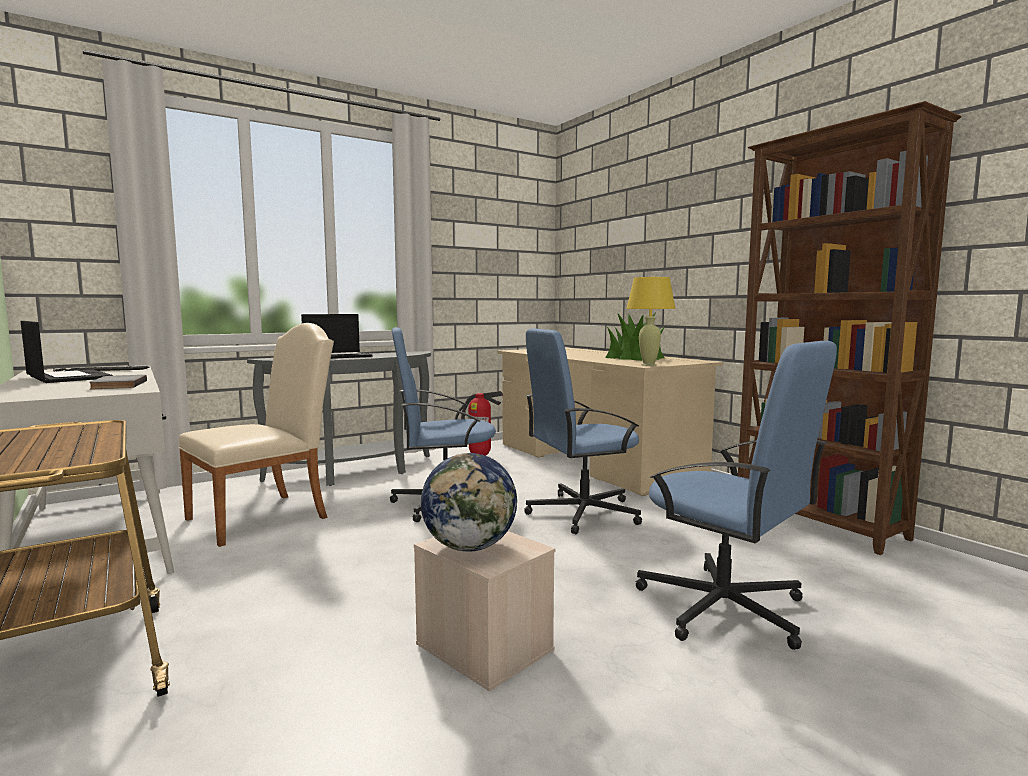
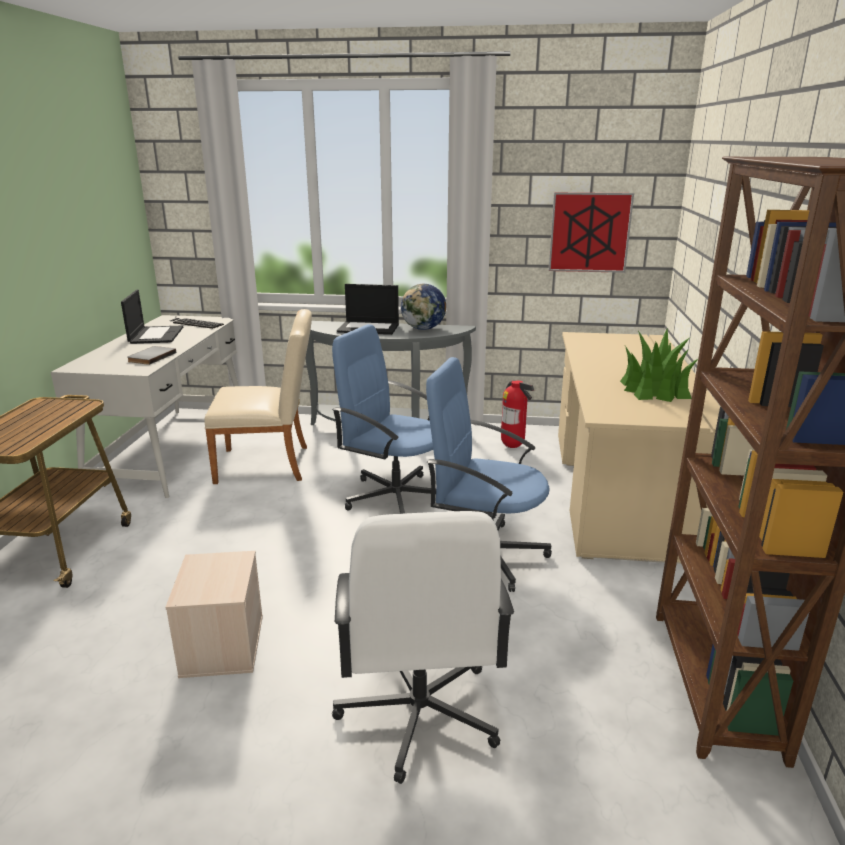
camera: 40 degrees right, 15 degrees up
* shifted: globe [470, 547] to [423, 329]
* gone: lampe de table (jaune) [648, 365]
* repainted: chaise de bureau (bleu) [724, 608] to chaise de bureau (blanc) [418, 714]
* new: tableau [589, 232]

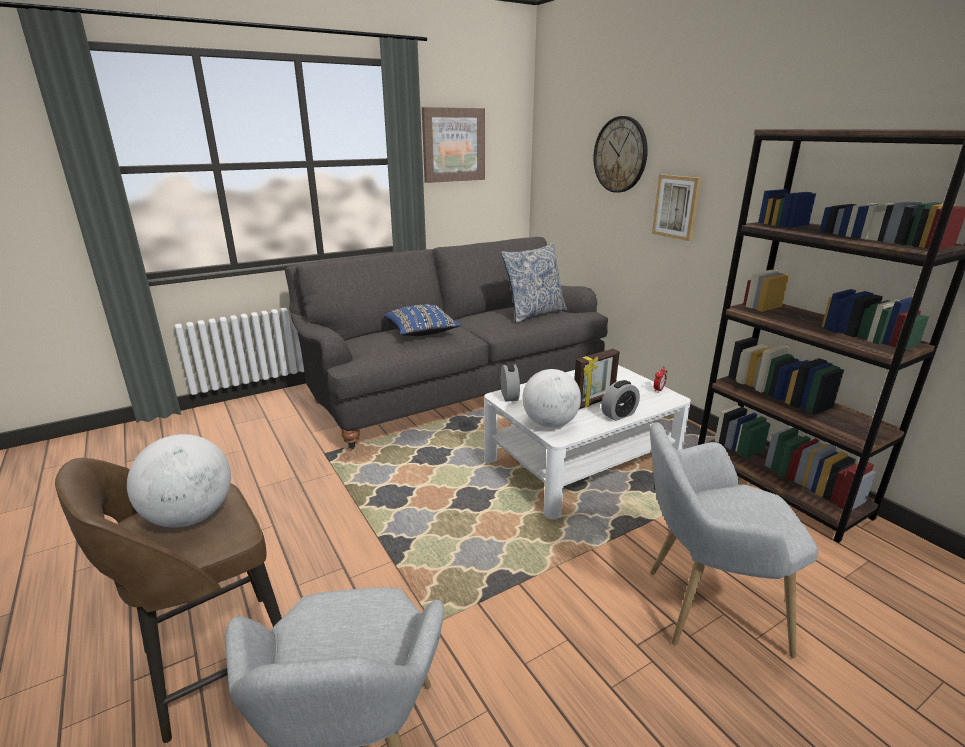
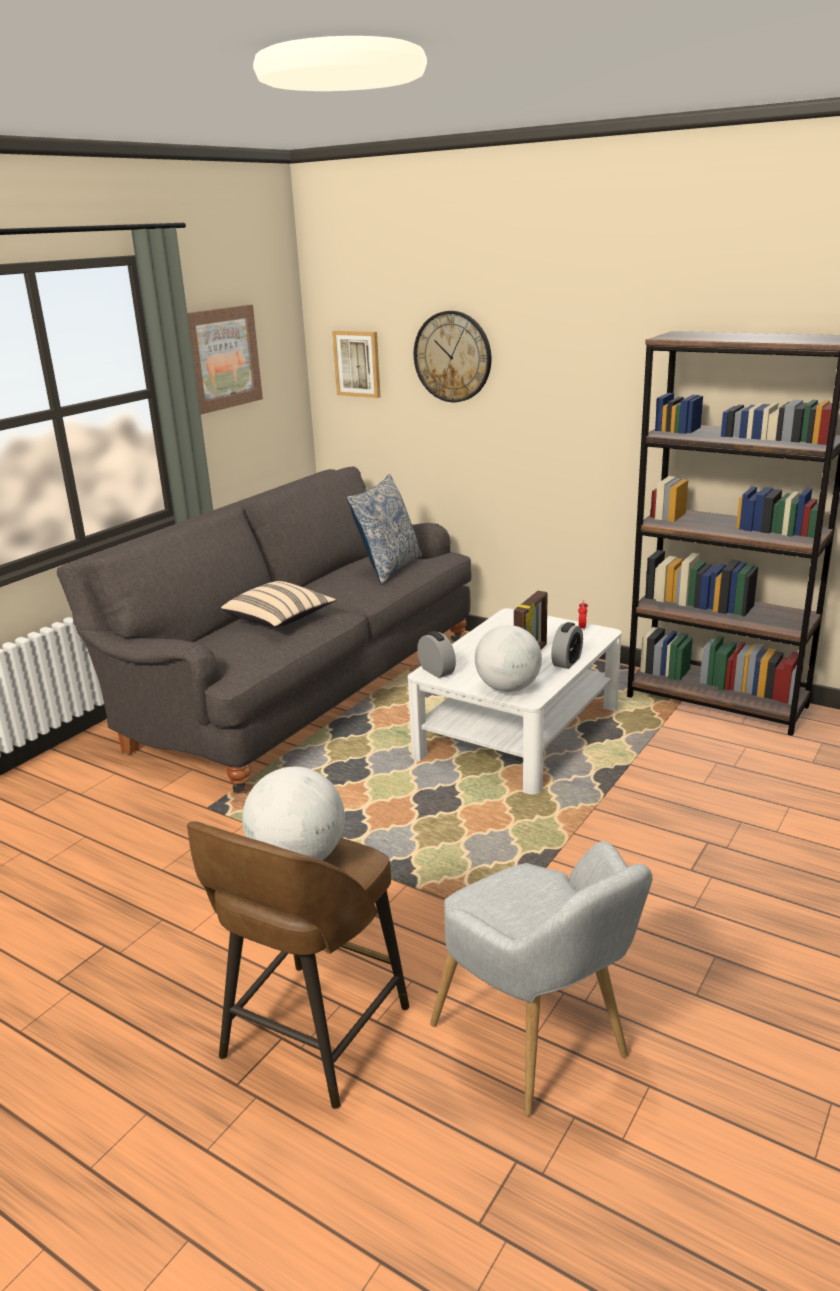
camera: 25 degrees left, 0 degrees up
* repainted: coussin (bleu) [422, 332] to coussin (beige) [280, 620]
* gone: fauteuil (gris) [704, 607]
* shifted: tableau [676, 207] to [357, 363]

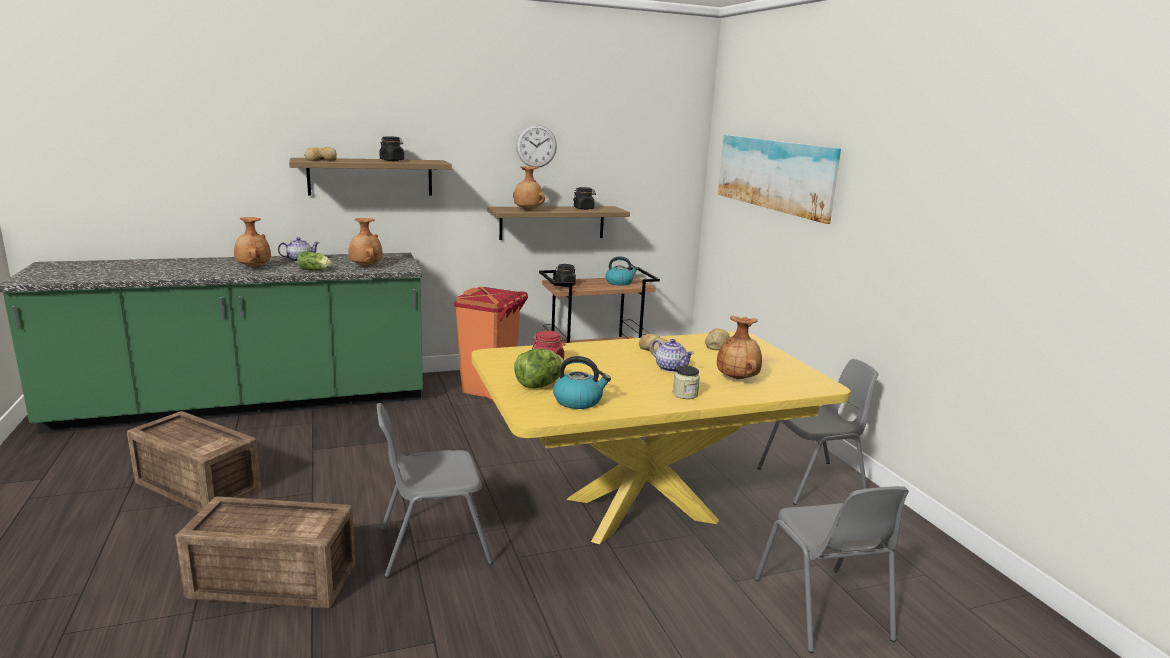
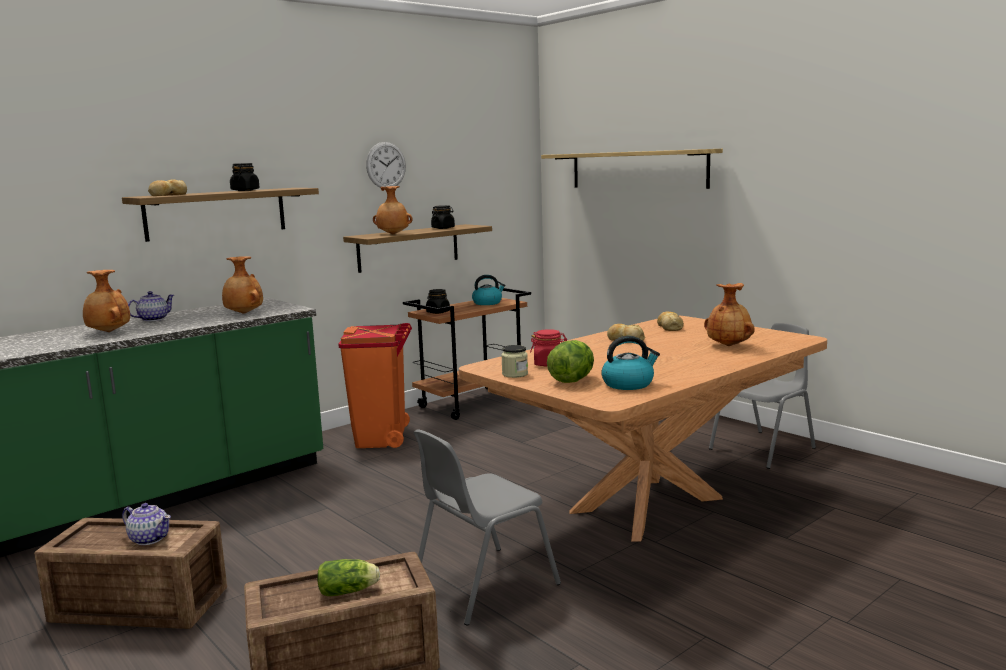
camera: 20 degrees left, 5 degrees down
* shifted: laitue [315, 270] to [350, 591]
* repainted: table à manger (jaune) [642, 510] to table à manger (marron) [648, 505]
* shifted: théière [670, 368] to [149, 538]
* shifted: bocal [685, 394] to [515, 374]
* swapped: tableau [775, 174] to étagère [637, 169]
* gone: chaise (gris) [823, 610]

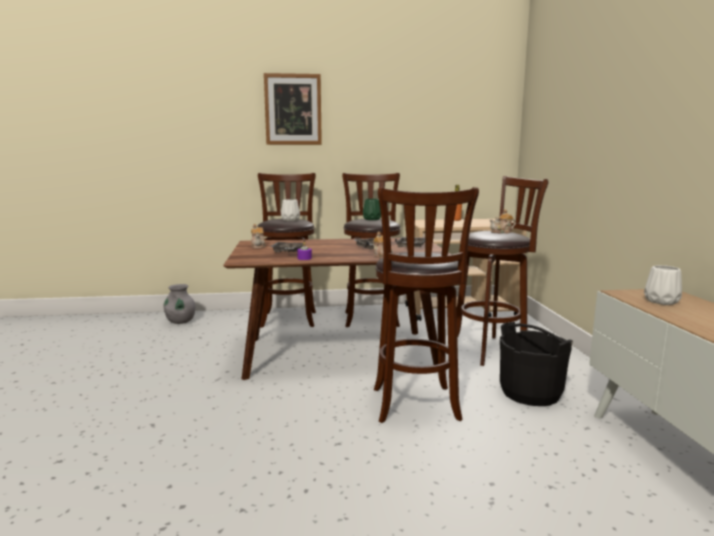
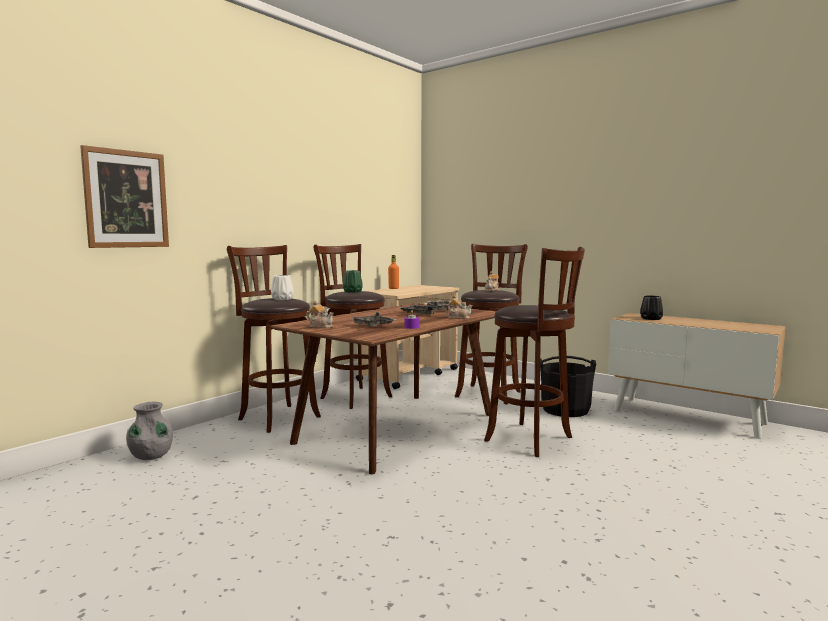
camera: 45 degrees left, 5 degrees down
* shifted: tableau [293, 109] to [126, 199]
* repainted: vase (blanc) [662, 301] to vase (noir) [651, 318]

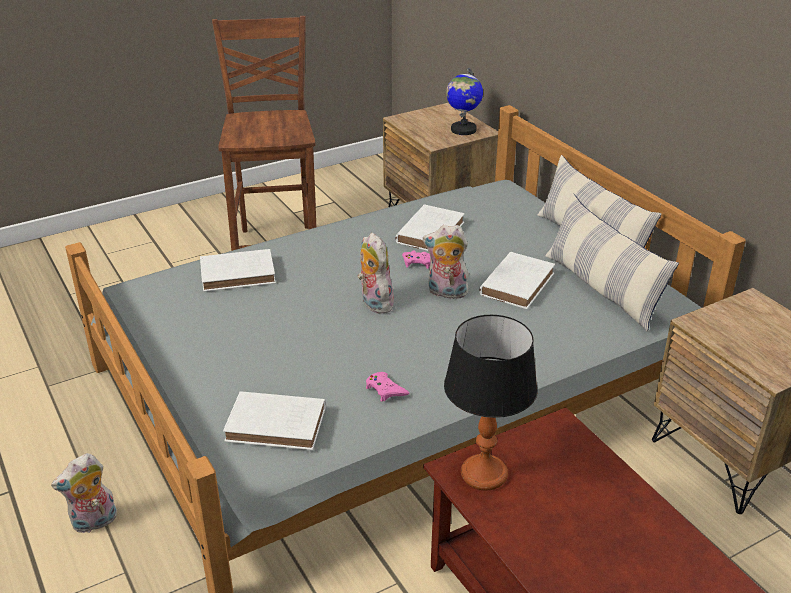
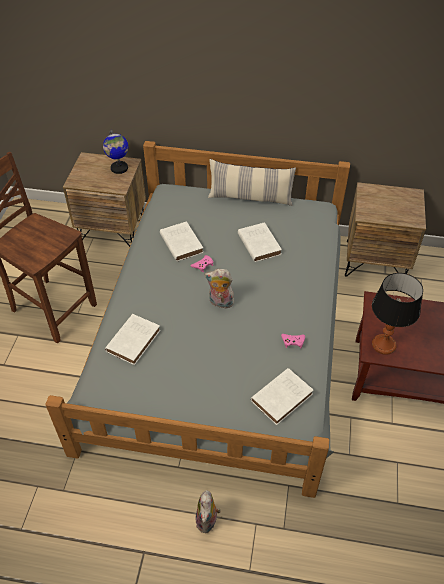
camera: 50 degrees left, 15 degrees up
* gone: peluche [446, 293]
* gone: coussin [601, 289]

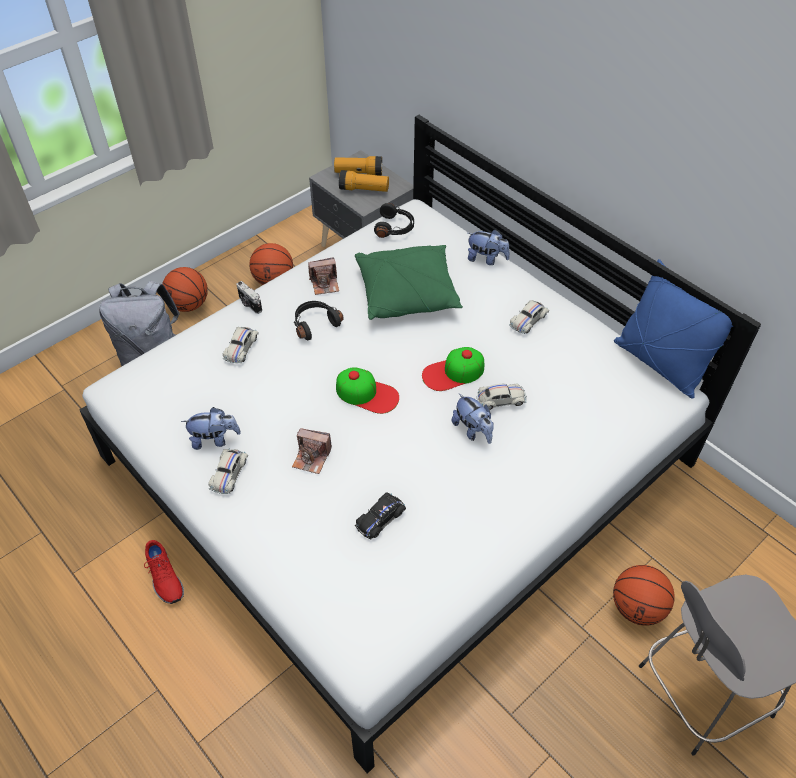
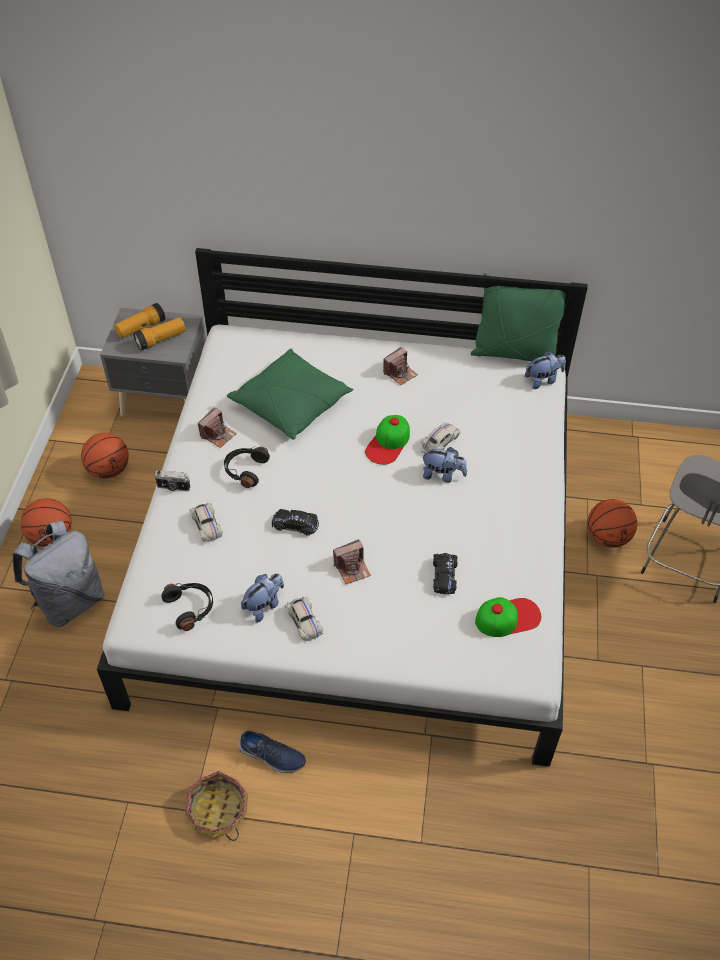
camera: 40 degrees left, 0 degrees up
* repainted: chaussure (rouge) [164, 577] to chaussure (bleu) [272, 756]
* shifted: casquette [367, 393] to [508, 617]
* shifted: casque audio (noir) [395, 228] to [191, 608]
* shifted: peluche [486, 259] to [543, 380]
* swapped: petite voiture (blanc) [528, 320] to appareil photo [400, 373]
* repainted: coussin (bleu) [659, 364] to coussin (vert) [514, 353]
* new: panier [218, 811]
* new: petite voiture (noir) [295, 525]

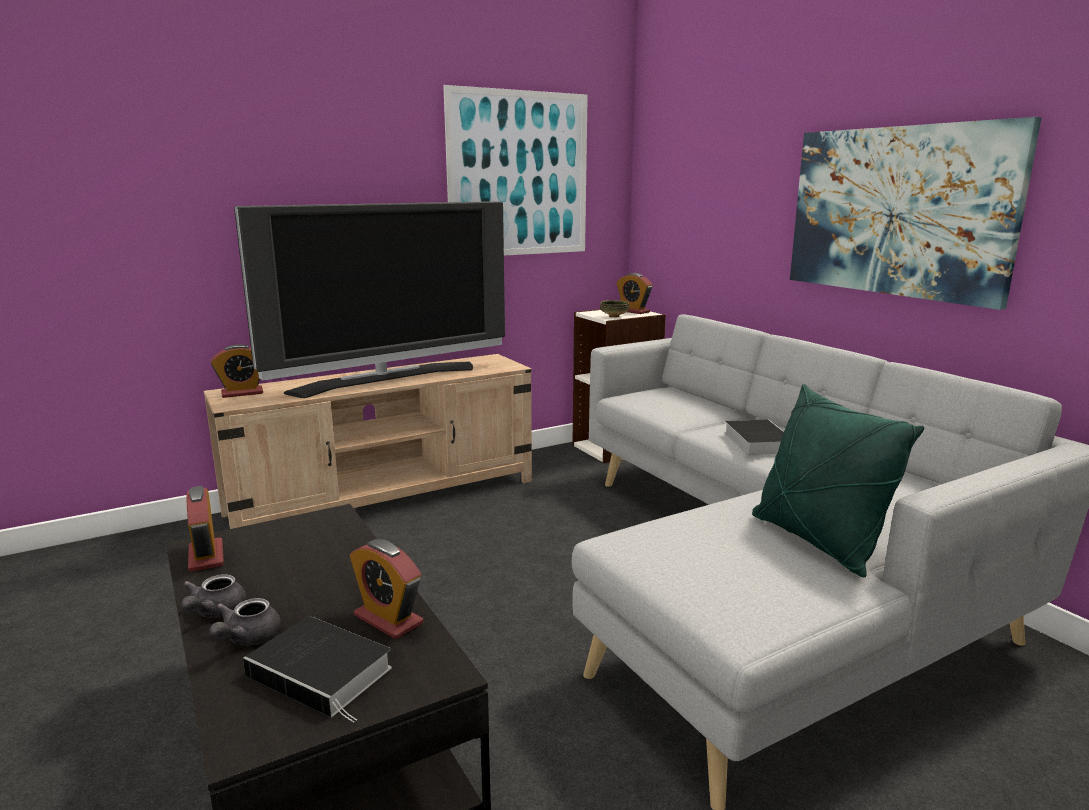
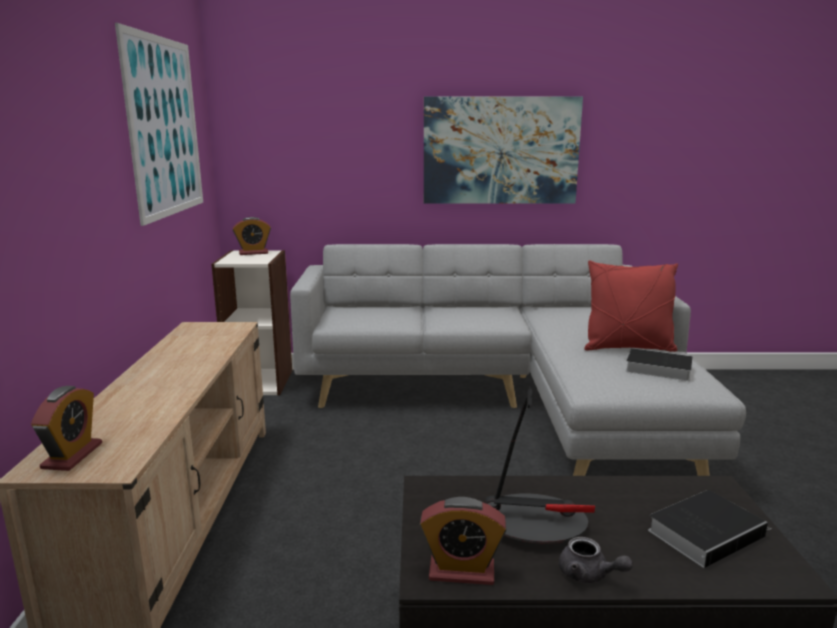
camera: 60 degrees left, 0 degrees up
* gone: théière (gris) [247, 638]
* gone: téléviseur [387, 379]
* gone: réveil [388, 619]
* gone: bol [614, 316]
* shifted: livre [756, 441] to [656, 368]
* repainted: coussin (vert) [817, 541] to coussin (rouge) [627, 348]
* new: lampe de table [534, 522]

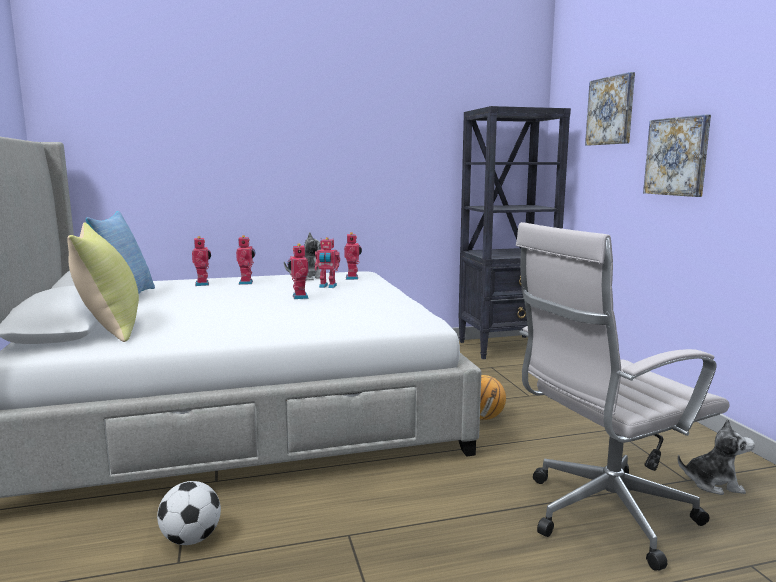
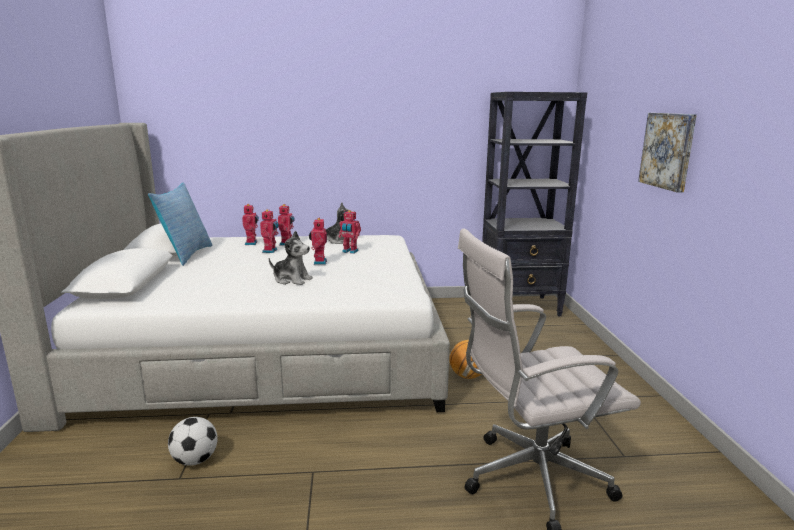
camera: 10 degrees right, 5 degrees up
* gone: coussin (jaune) [110, 328]
* shifted: robot jouet [353, 278] to [271, 251]
* gone: tableau [611, 111]
* shifted: peluche [713, 483] to [292, 280]

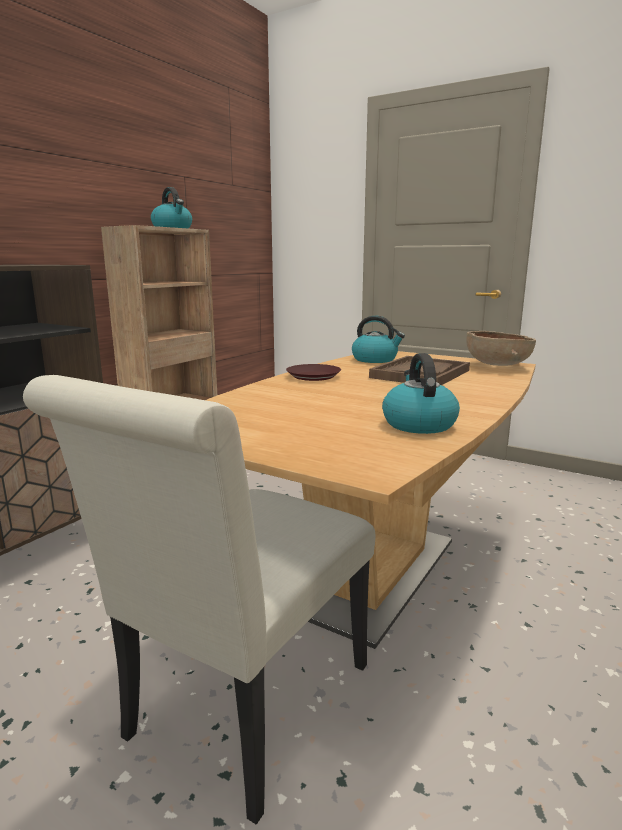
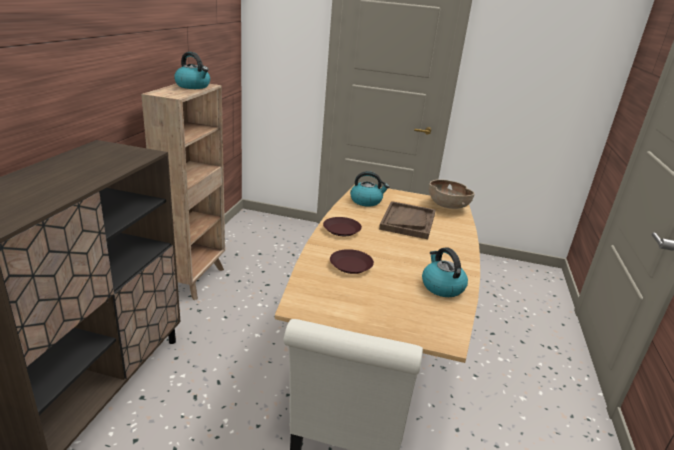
camera: 20 degrees left, 10 degrees up
* new: assiette (marron) [350, 265]

